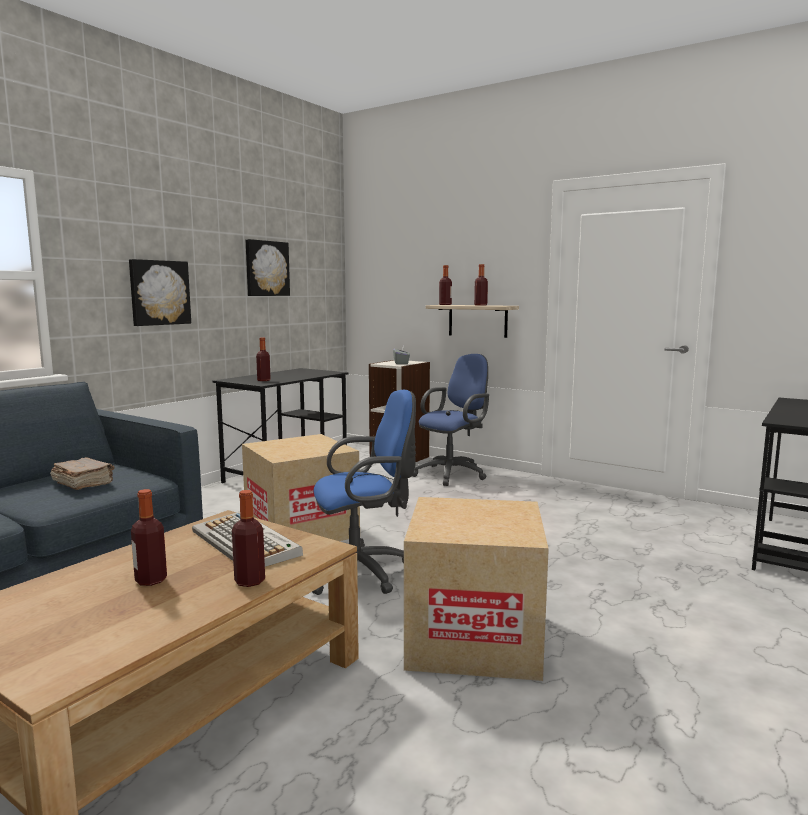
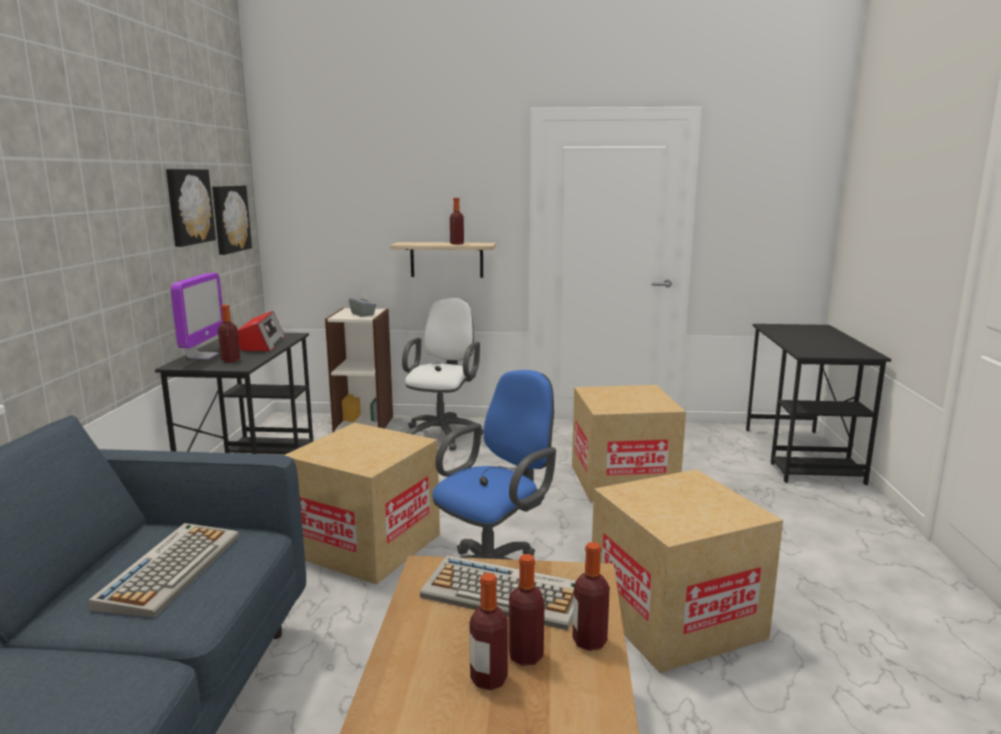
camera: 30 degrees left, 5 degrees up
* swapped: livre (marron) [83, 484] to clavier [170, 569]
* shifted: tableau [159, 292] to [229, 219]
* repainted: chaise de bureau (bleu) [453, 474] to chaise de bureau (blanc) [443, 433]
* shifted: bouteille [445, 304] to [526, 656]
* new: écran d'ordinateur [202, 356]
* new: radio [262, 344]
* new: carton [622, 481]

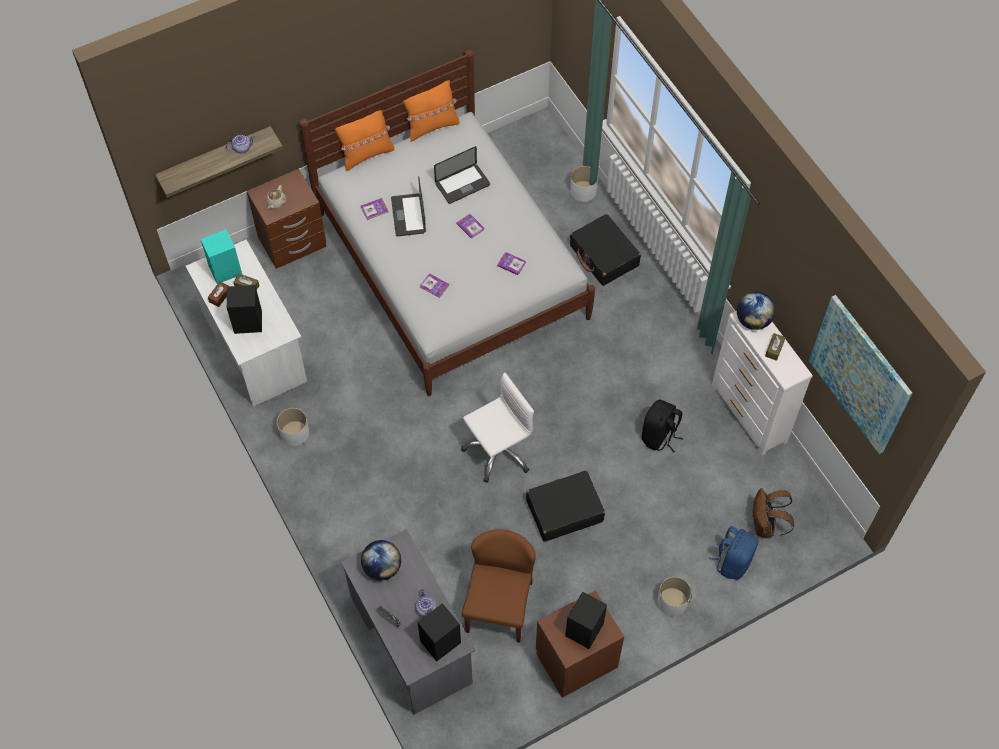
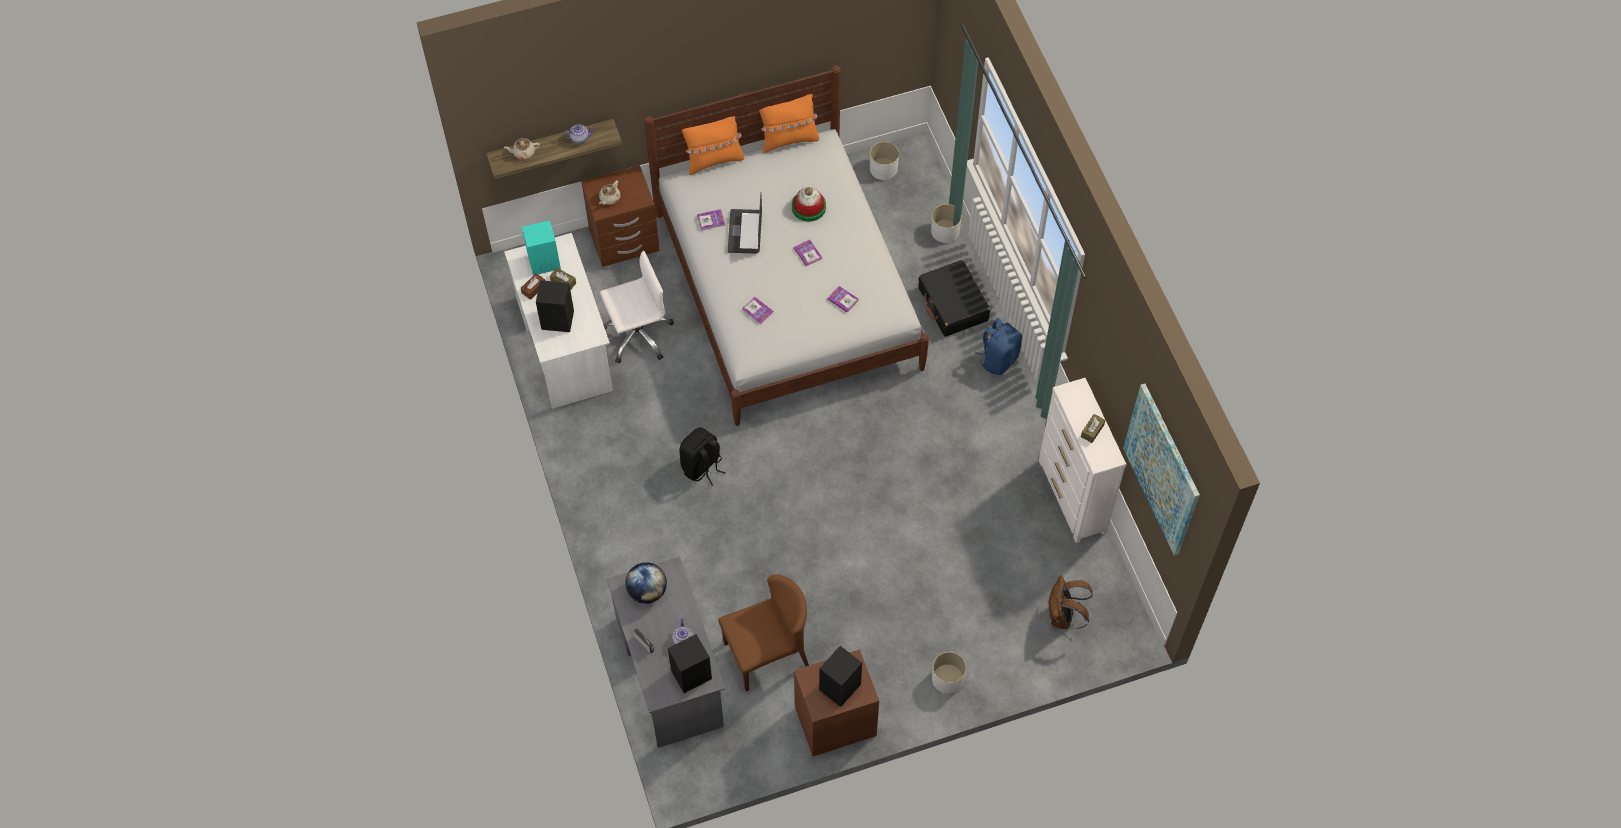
camera: 10 degrees right, 0 degrees up
* shifted: cache-pot (blanc) [295, 433] to [883, 169]
* swapped: ordinateur portable [462, 184] to chapeau [808, 207]
* shifted: chaise de bureau (blanc) [498, 450] to [638, 334]
* rotated: chaise (marron) [499, 606] = [766, 653] 45 degrees clockwise
* gone: valise (noir) [564, 510]
* shifted: sac à dos (noir) [659, 436] to [702, 467]
* shifted: sac à dos (bleu) [732, 561] to [998, 359]
* gone: globe [753, 320]
* new: théière (beige) [523, 152]

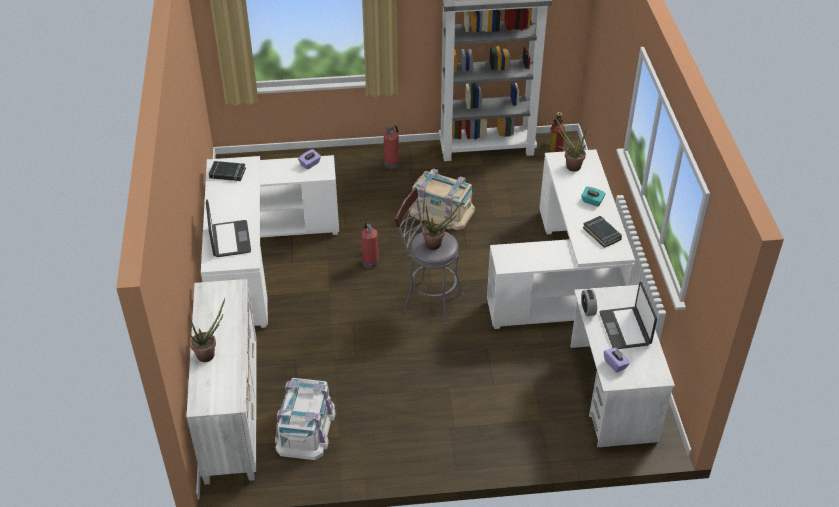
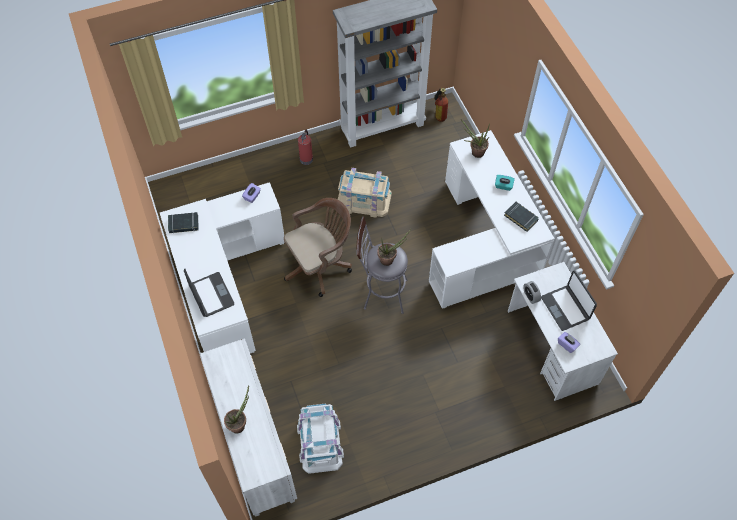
camera: 15 degrees left, 15 degrees up
* swapped: extincteur [370, 261] to chaise de bureau (marron) [320, 265]

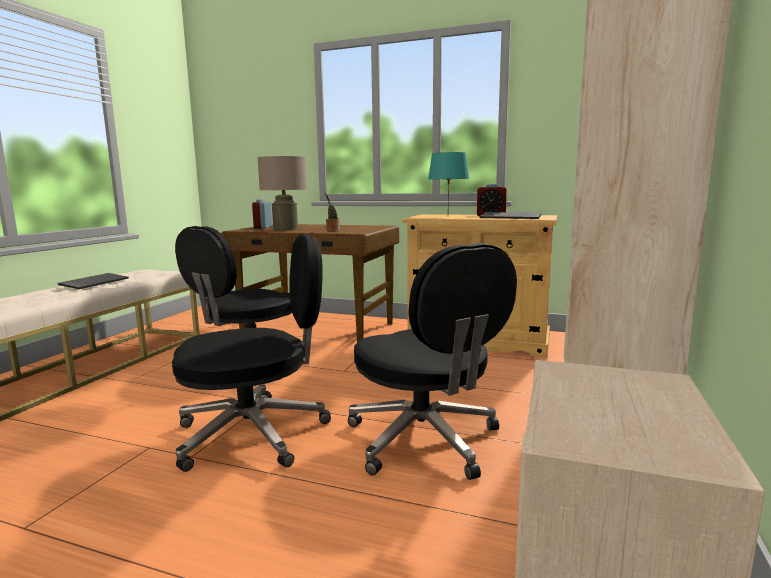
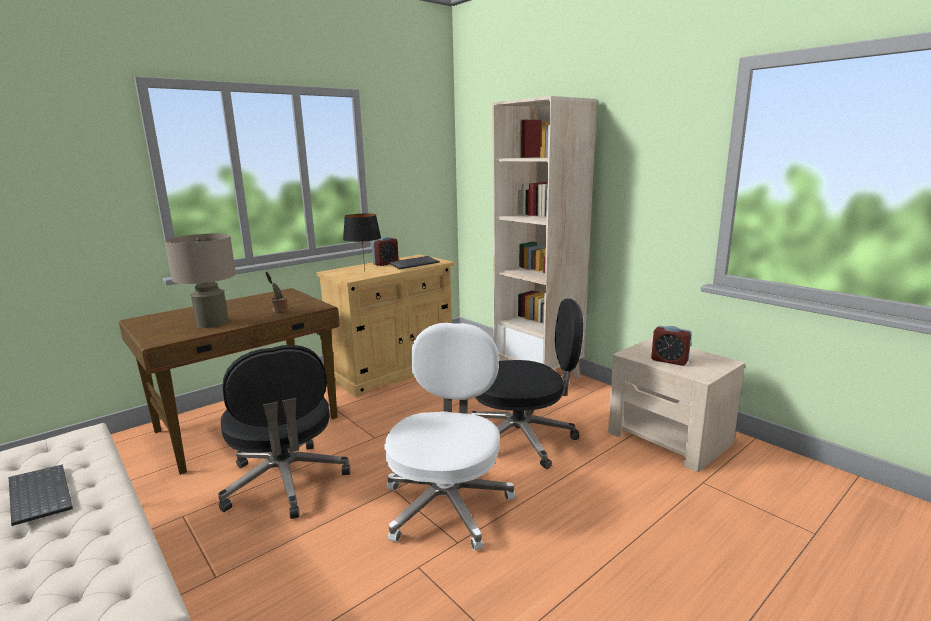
camera: 60 degrees left, 5 degrees up
* repainted: chaise de bureau (noir) [255, 433] to chaise de bureau (blanc) [447, 503]
* shifted: réveil [263, 227] to [669, 360]
* repainted: lampe de table (turquoise) [448, 216] to lampe de table (noir) [365, 271]

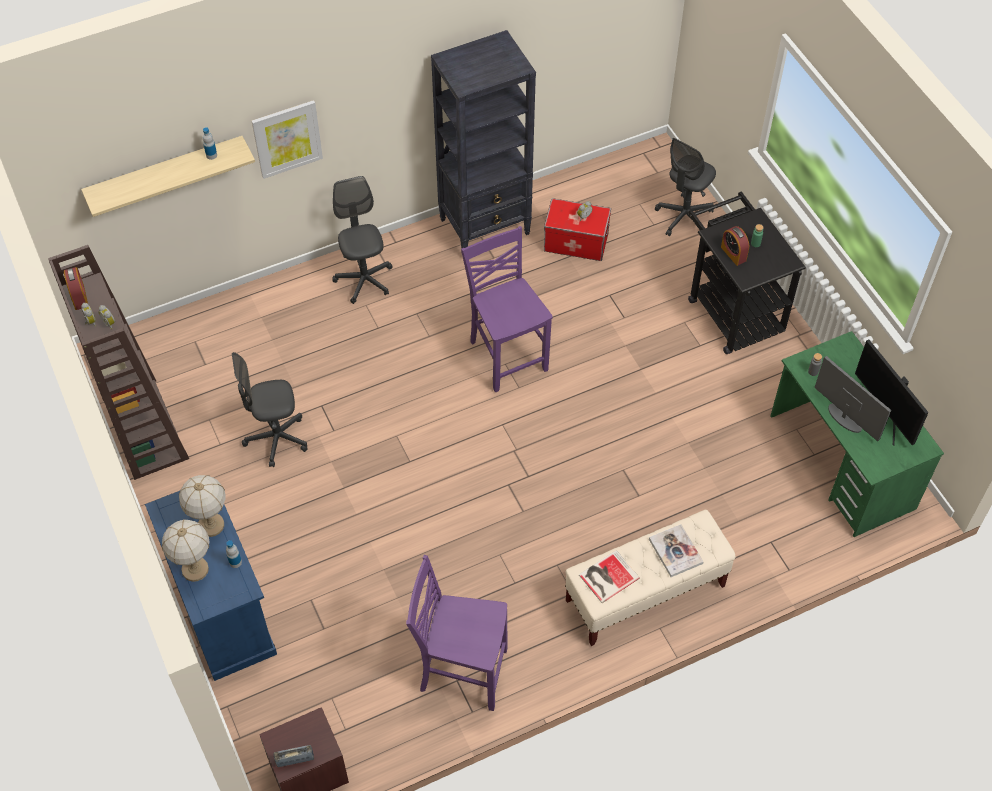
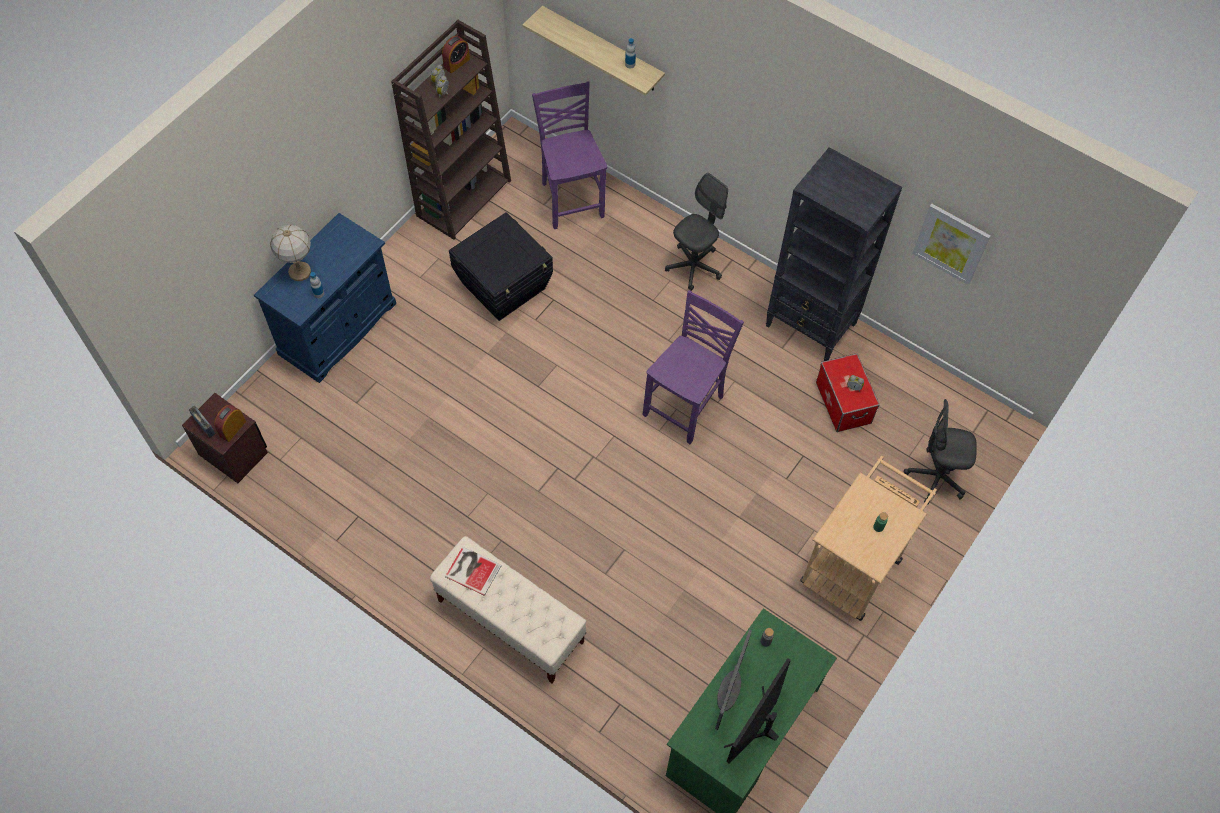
camera: 60 degrees right, 5 degrees up
* gone: lampe de table [211, 525]
* swapped: chaise de bureau (gris) [276, 439] to boîte de rangement (noir) [504, 286]
* shifted: tableau [287, 138] to [951, 243]
* shifted: chaise (violet) [461, 671] to [571, 199]
* gone: livre [675, 551]
* repainted: chariot (noir) [731, 309] to chariot (beige) [855, 563]
* shifted: réveil [733, 254] to [232, 428]

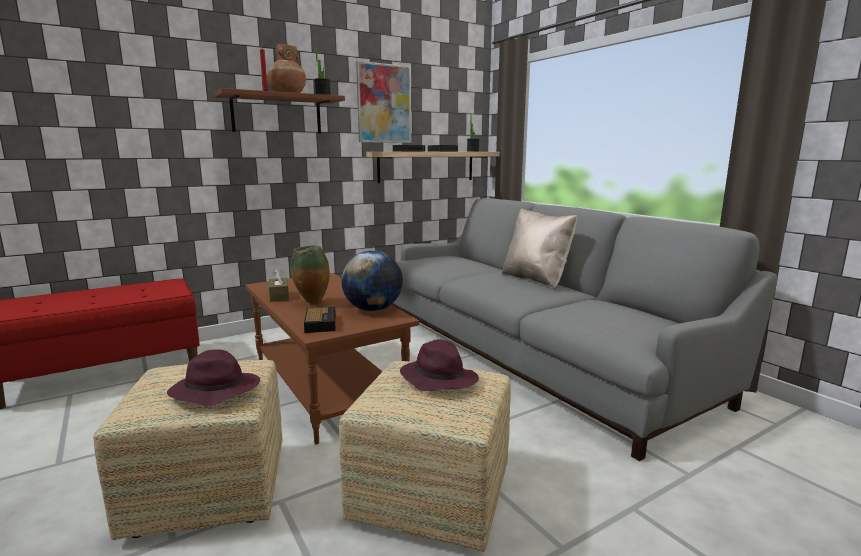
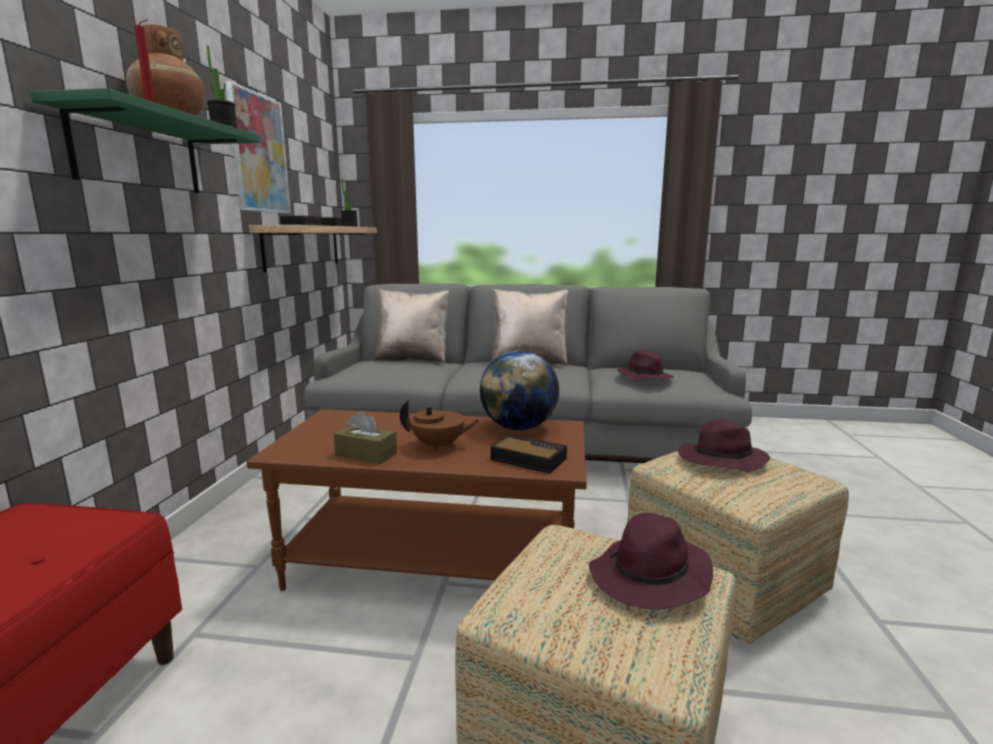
camera: 50 degrees left, 0 degrees up
* repainted: étagère (marron) [277, 114] to étagère (vert) [138, 153]
* swapped: vase [312, 303] to théière (marron) [439, 446]
* new: coussin (beige) [413, 359]
* new: chapeau (violet) [643, 377]

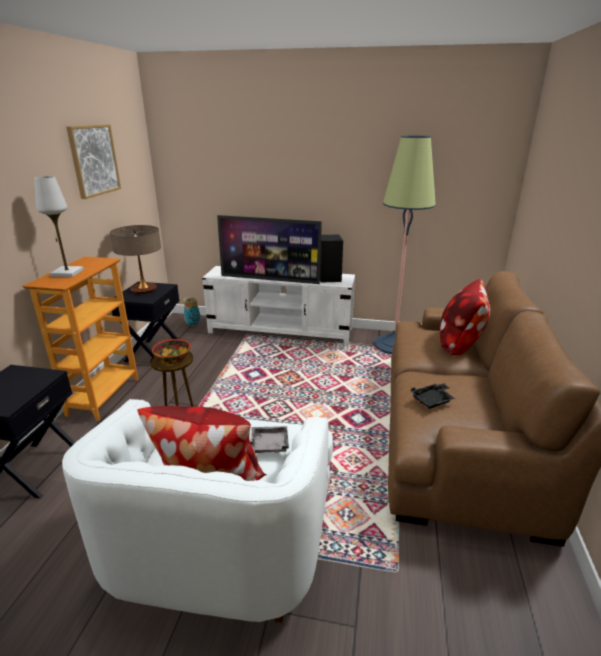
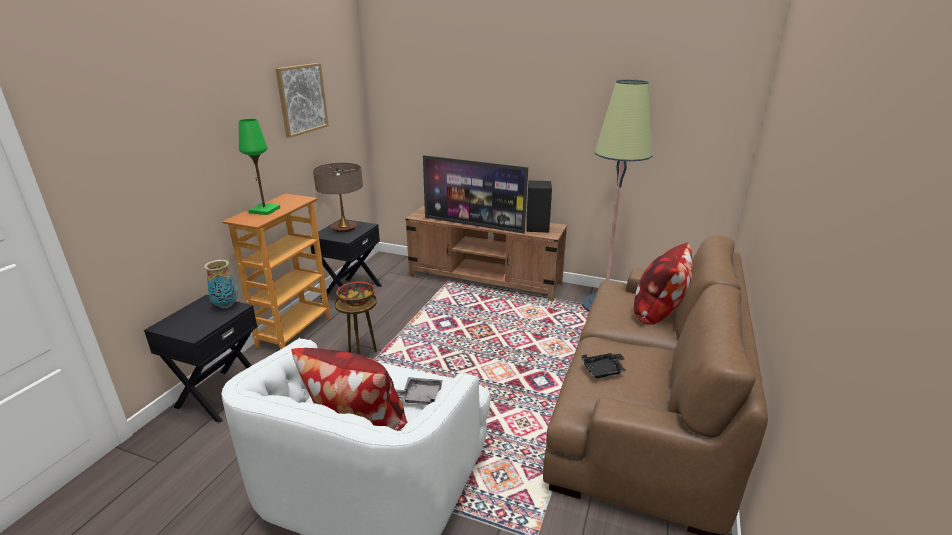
camera: 10 degrees right, 0 degrees up
* repainted: lampe de table (blanc) [67, 273] to lampe de table (vert) [264, 210]
* shifted: vase [193, 325] to [226, 305]
* repainted: meuble télé (blanc) [281, 331] to meuble télé (marron) [485, 280]

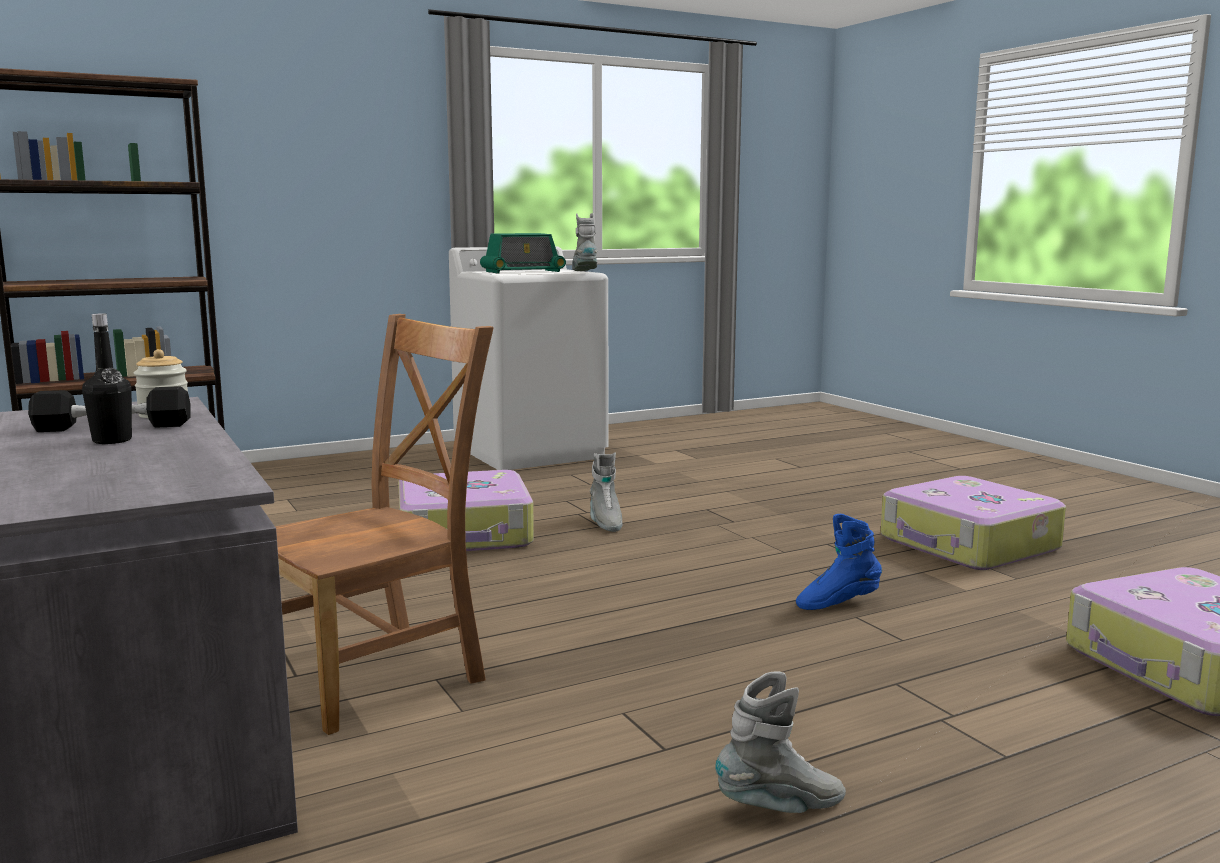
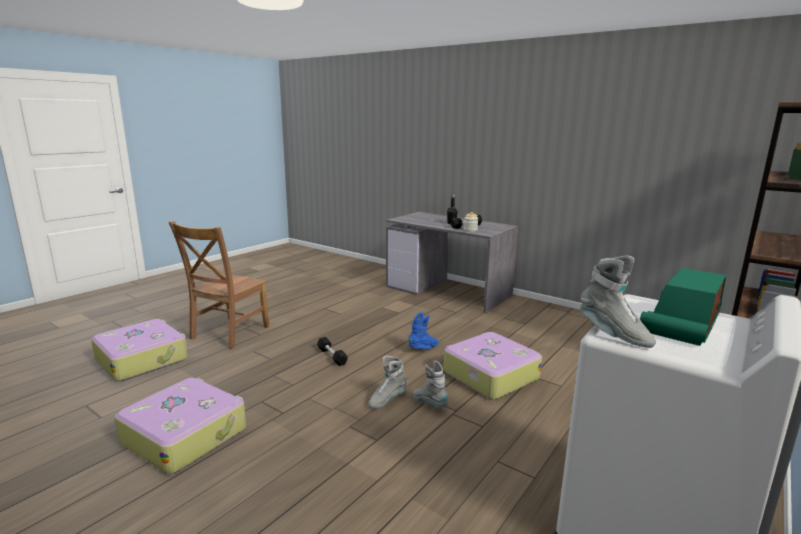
camera: 155 degrees right, 5 degrees up
* shifted: chaise (marron) [381, 676] to [228, 334]
* shifted: botte (gris) [781, 807] to [387, 400]
* shifted: botte (bleu) [837, 603] to [424, 348]
* new: haltère (noir) [332, 356]

